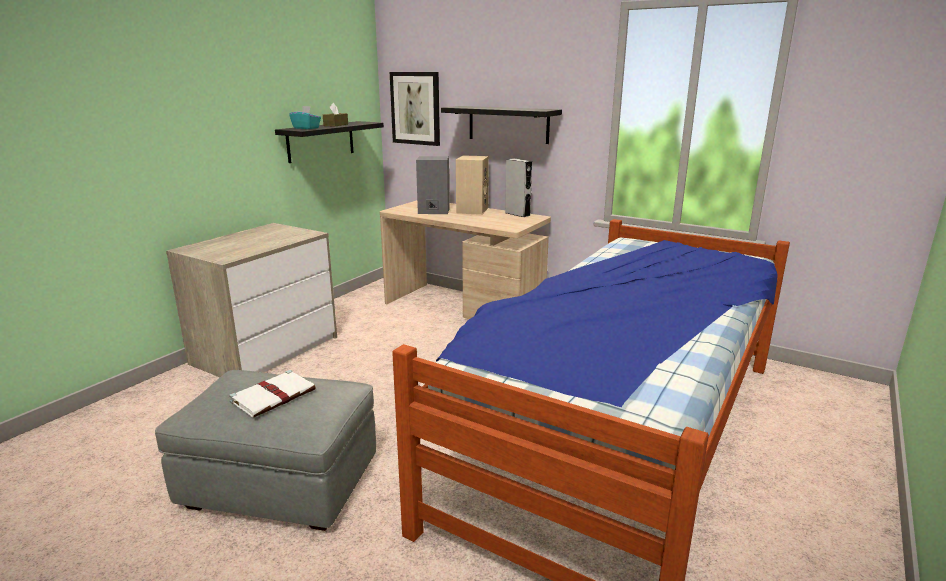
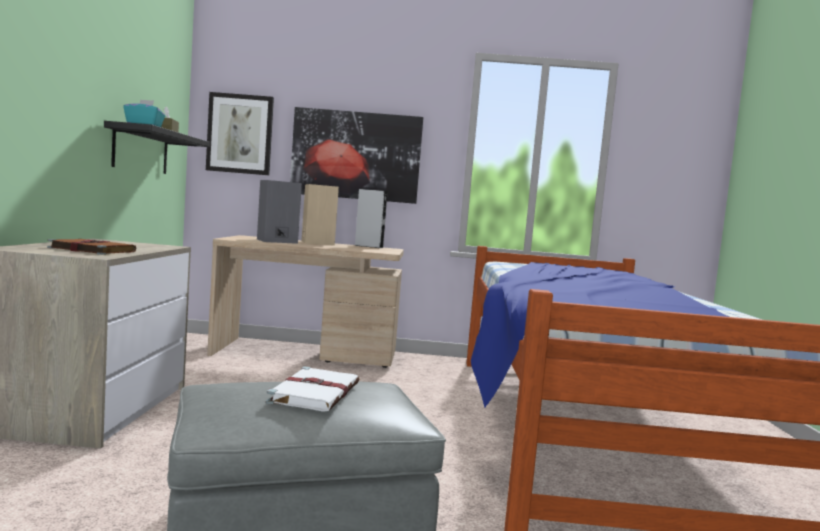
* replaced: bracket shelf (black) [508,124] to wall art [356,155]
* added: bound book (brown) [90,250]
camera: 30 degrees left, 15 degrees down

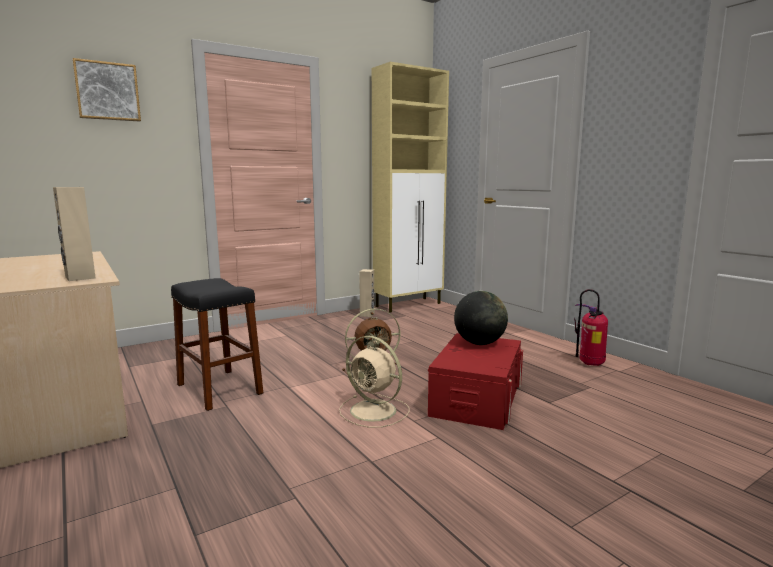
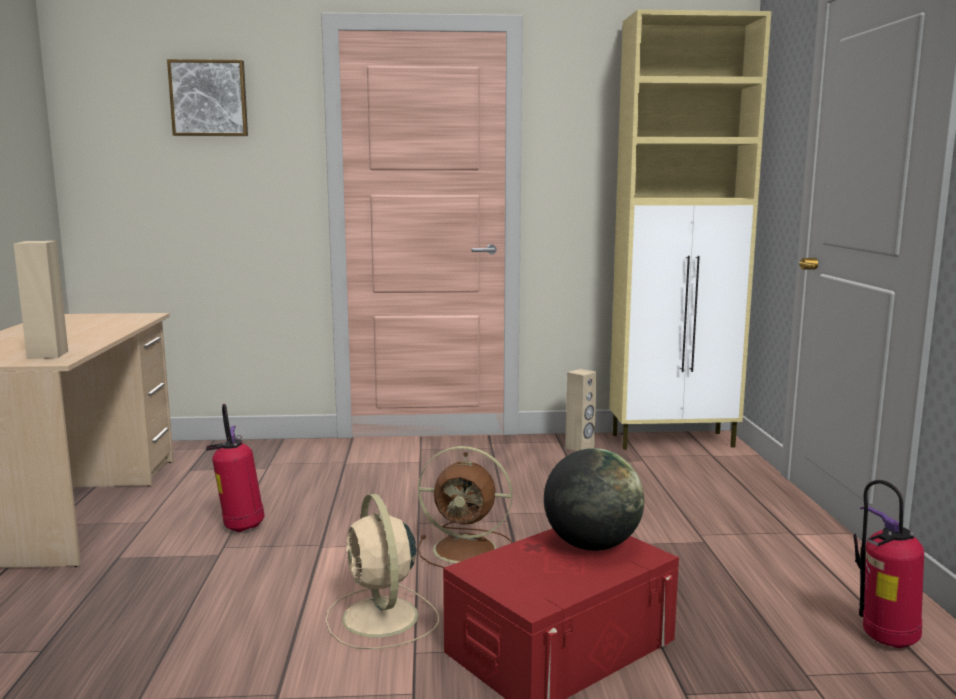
* replaced: stool (black) [219,389] to fire extinguisher [240,527]
camera: 30 degrees right, 0 degrees up

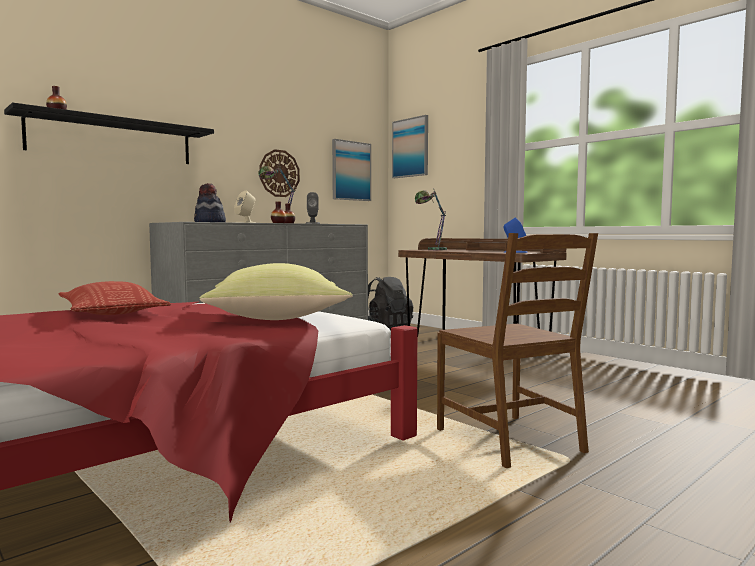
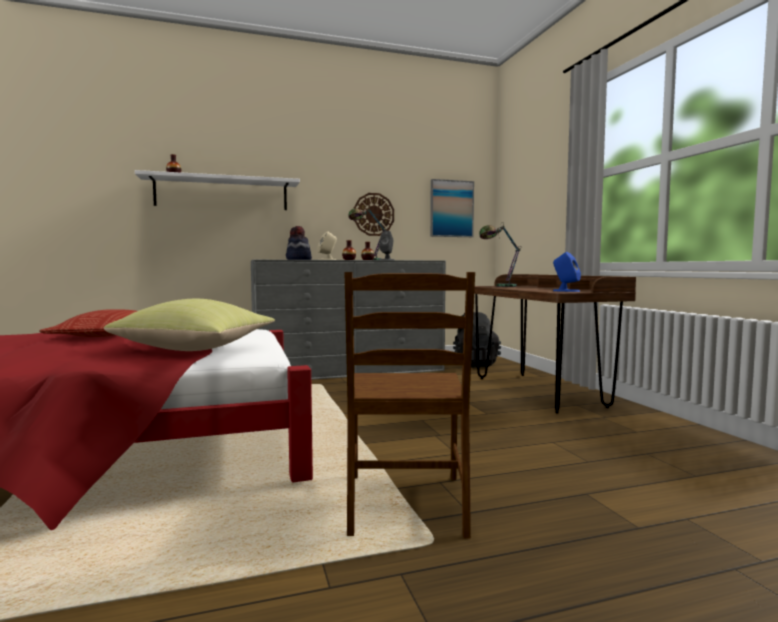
* recoloured: bracket shelf (black) [112,140] to bracket shelf (whitish) [222,194]
* removed: wall art [410,147]
camera: 25 degrees right, 0 degrees up

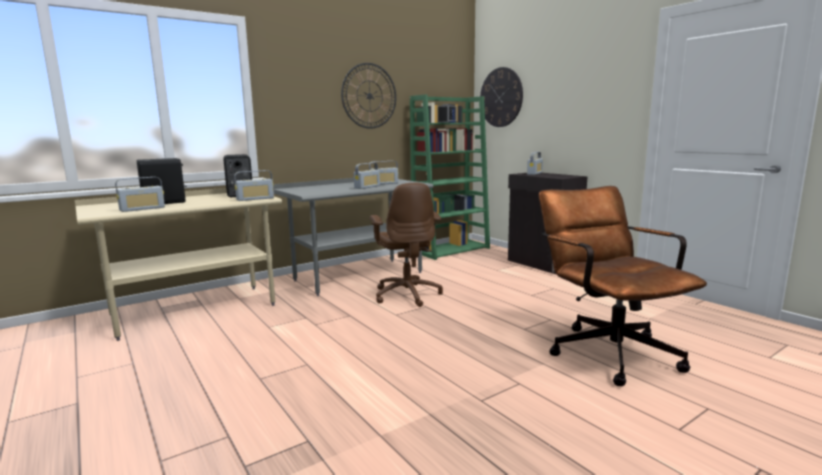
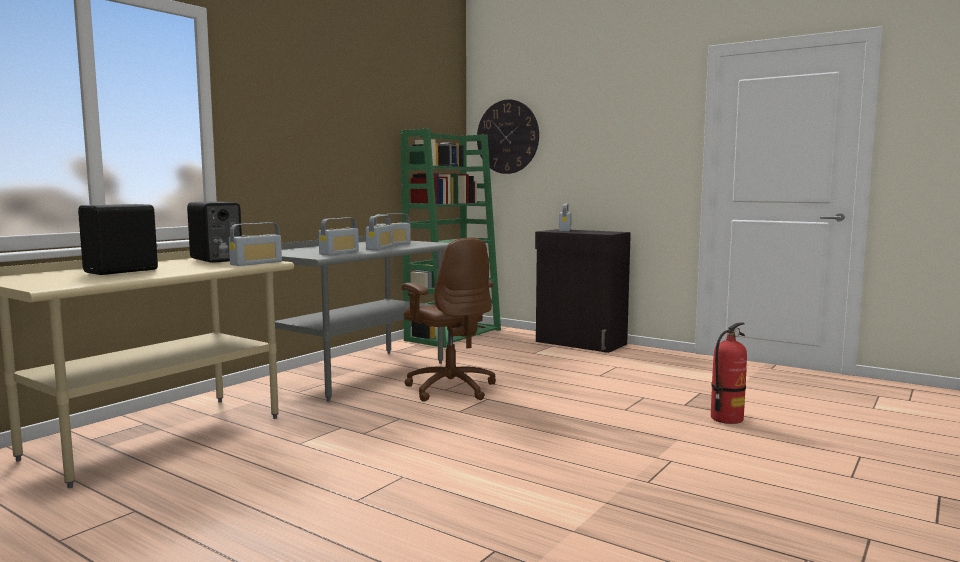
* moved: radio [142,209] to [339,253]
* removed: wall clock [369,96]
* replaced: desk chair (brown) [606,349] to fire extinguisher [726,419]
camera: 20 degrees left, 5 degrees down

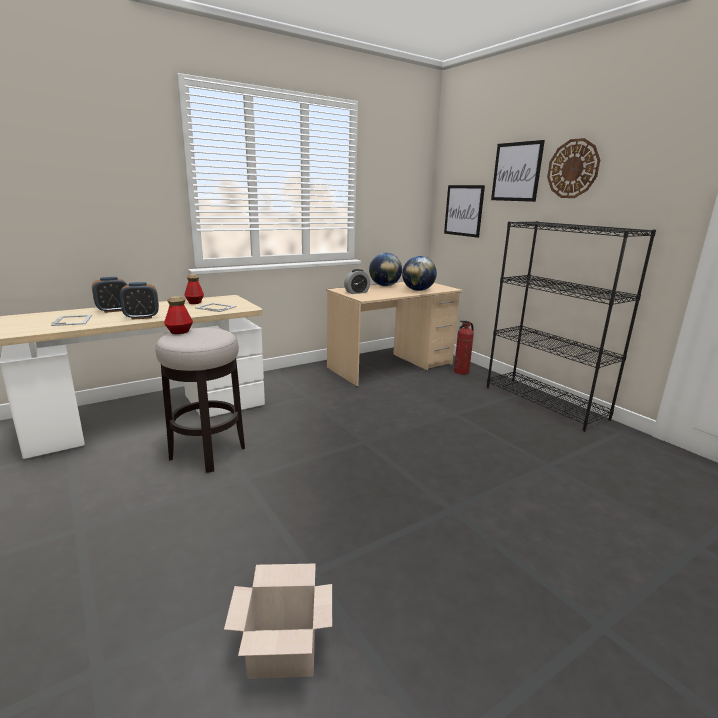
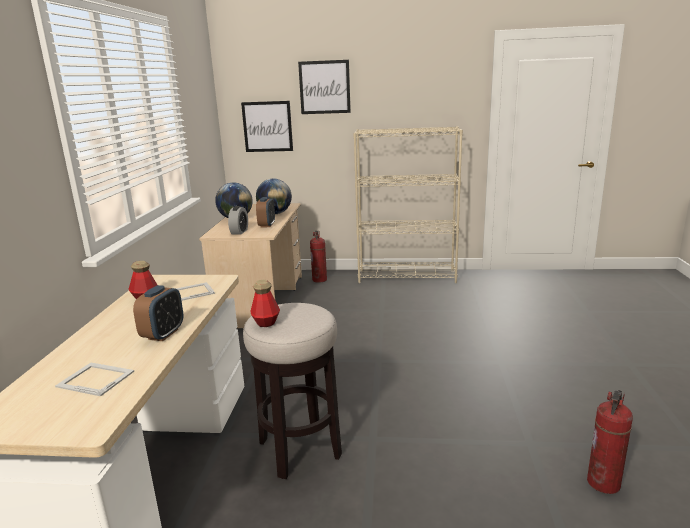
* moved: alarm clock [113,310] to [267,225]
* replaced: packing box [281,653] to fire extinguisher [604,483]
* recoloured: bookcase (black) [545,403] to bookcase (sand-coloured) [407,276]
* removed: wall clock [573,169]
camera: 50 degrees left, 0 degrees up

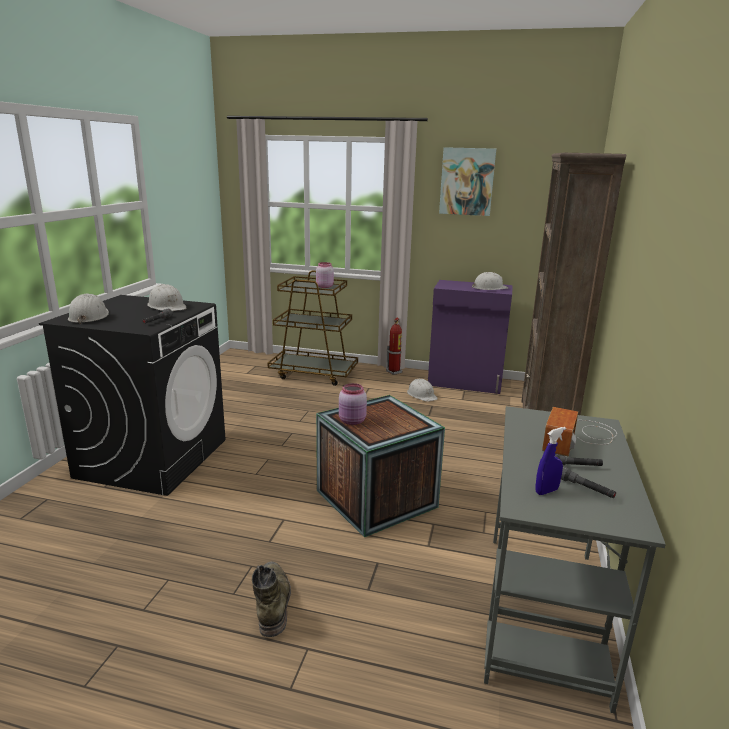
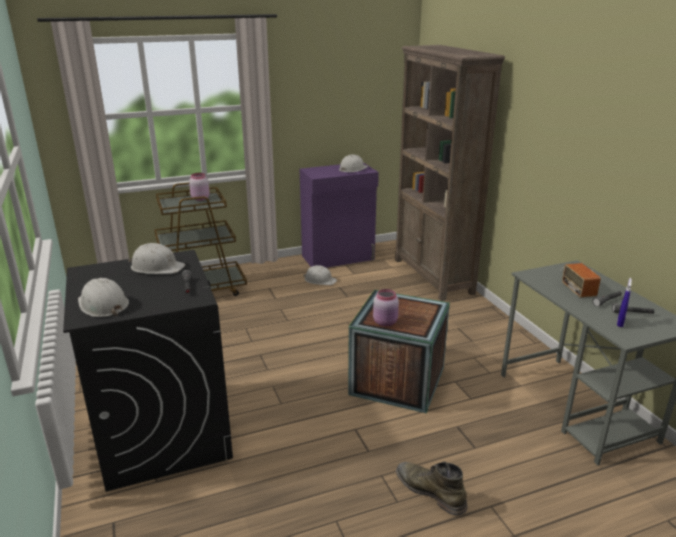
* removed: fire extinguisher [394,372]
* removed: wall art [467,181]
camera: 35 degrees left, 5 degrees up

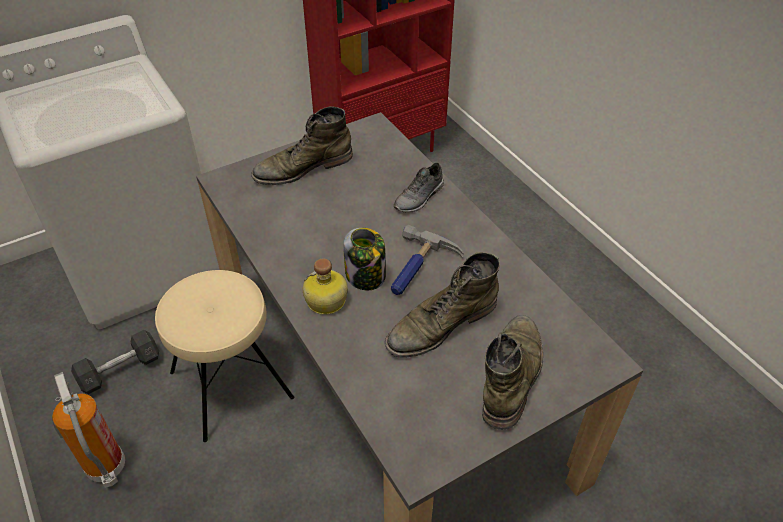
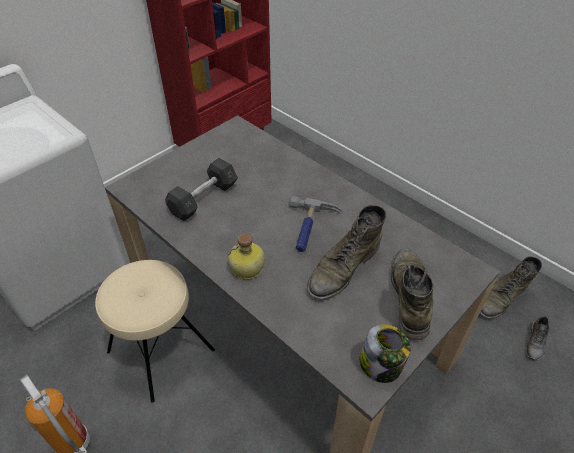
* moved: hand weight (grey) [120,370] to [203,199]
* moved: boot (greenish) [303,168] to [501,298]
* moved: preserve jar [366,276] to [381,365]
* moved: shoe (grey) [420,198] to [535,343]
camera: 15 degrees left, 0 degrees up

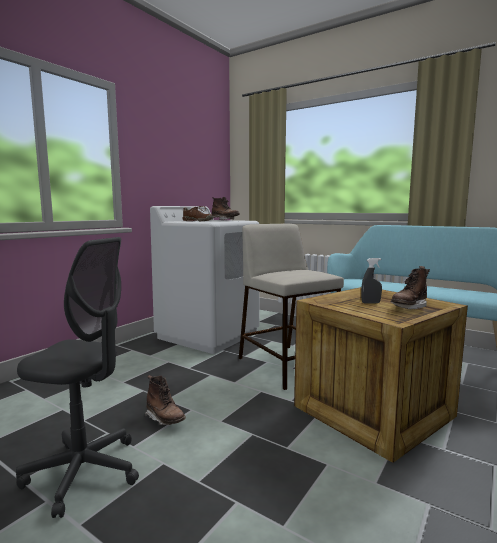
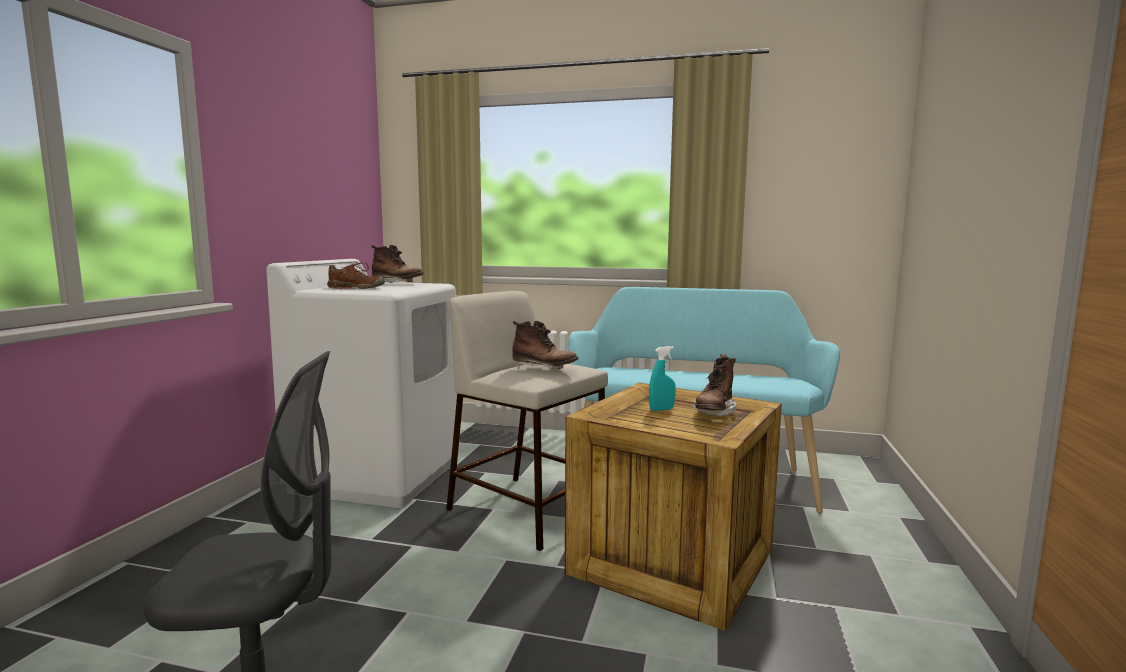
* moved: boot (brown) [165,419] to [544,369]
* recoloured: hand sprayer (grey) [370,303] to hand sprayer (blue-green) [661,409]
camera: 20 degrees left, 0 degrees up

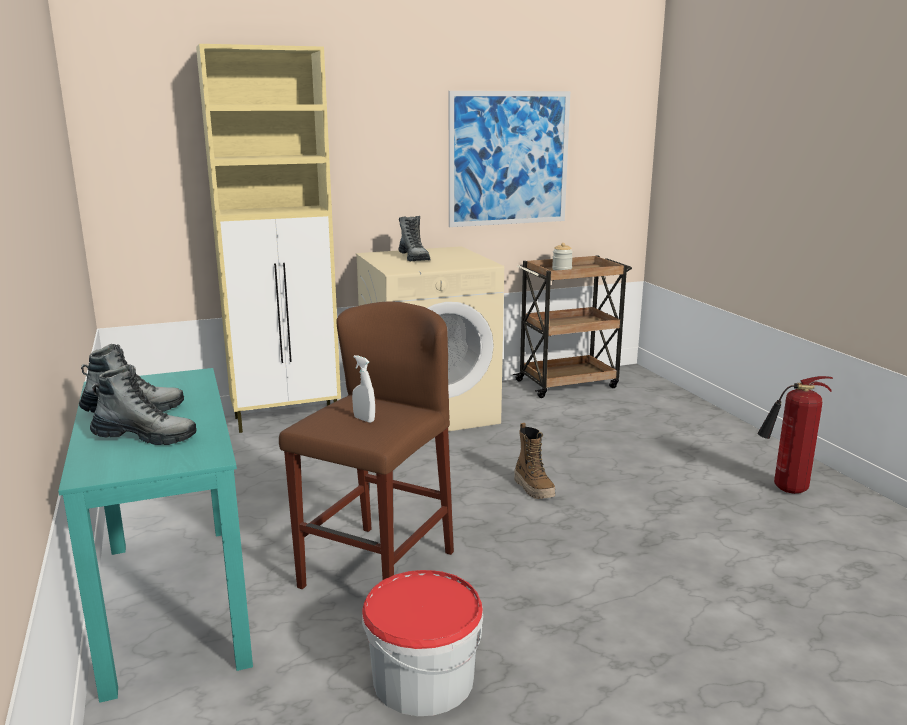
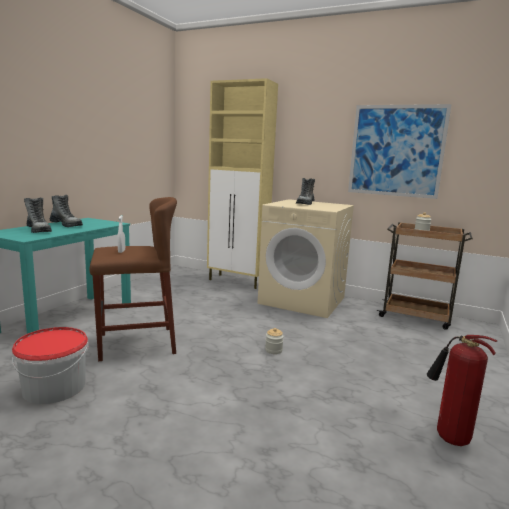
* replaced: boot [534,489] to preserve jar [273,350]
camera: 45 degrees right, 5 degrees down

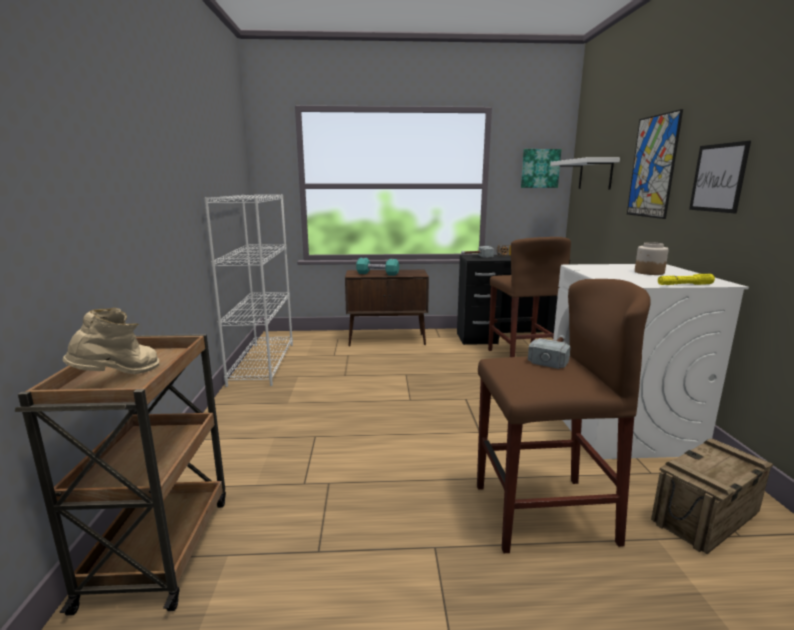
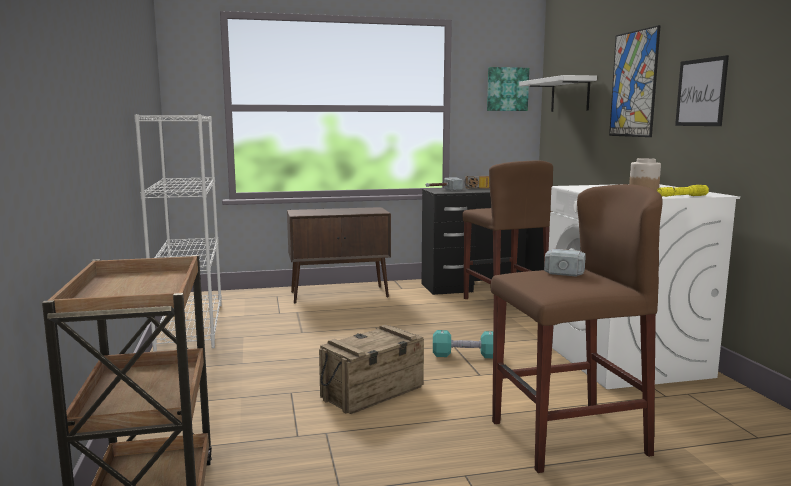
* removed: boot (sand-coloured) [120,378]
* moved: hand weight (blue-green) [377,274] to [465,355]
* moved: crate [706,518] to [373,393]
camera: 10 degrees left, 5 degrees down

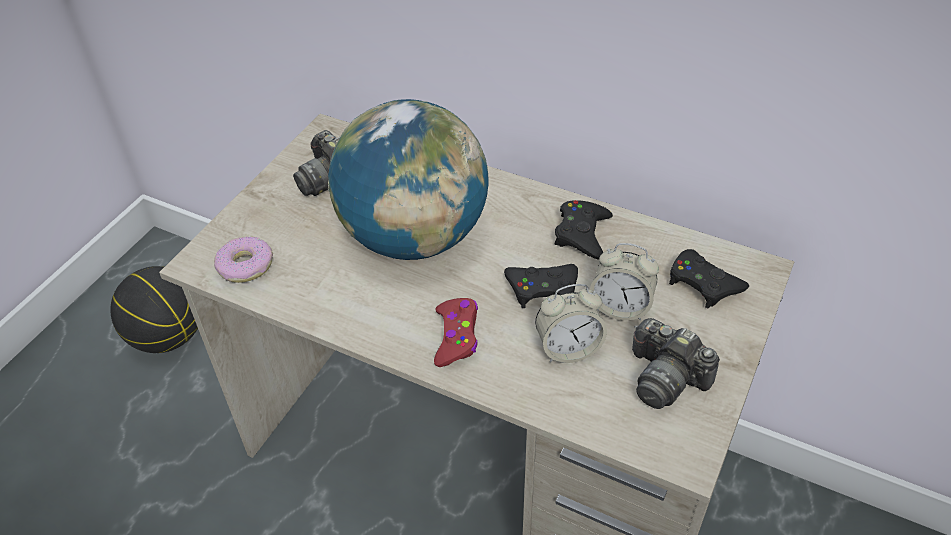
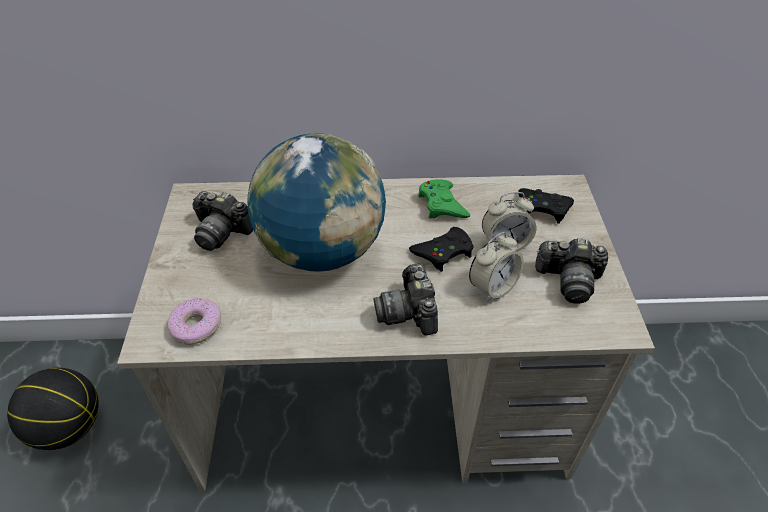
* replaced: gamepad (red) [456,337] to photo camera [409,311]
* recoloured: gamepad (black) [582,234] to gamepad (greenish) [442,204]
camera: 30 degrees left, 0 degrees up

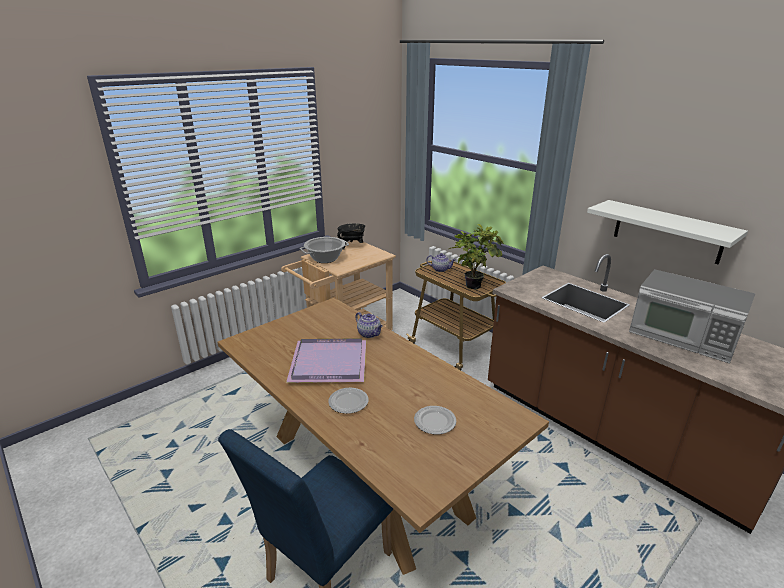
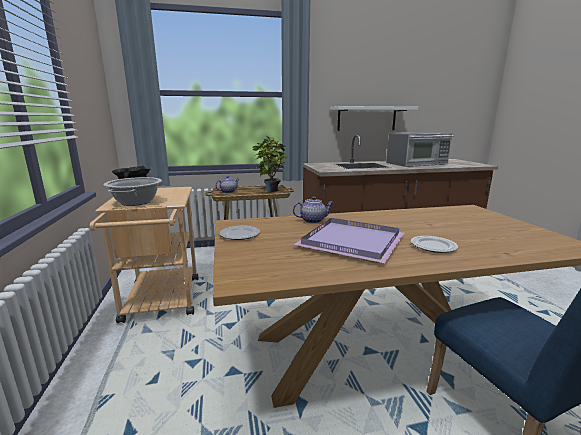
* moved: plate [435,421] to [240,234]
camera: 60 degrees left, 10 degrees down

